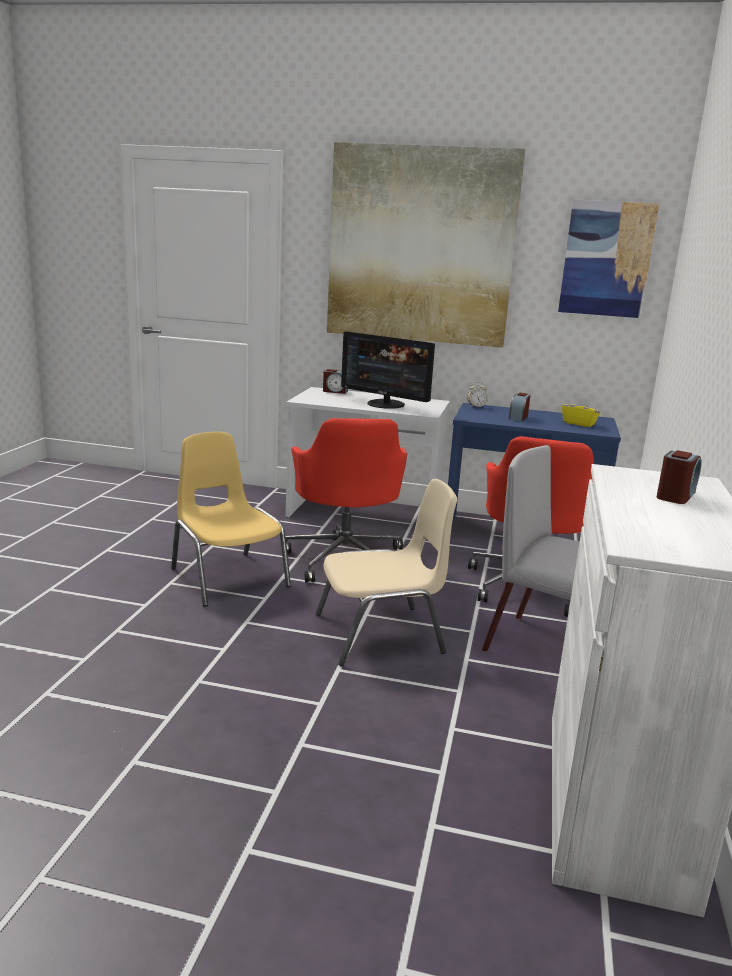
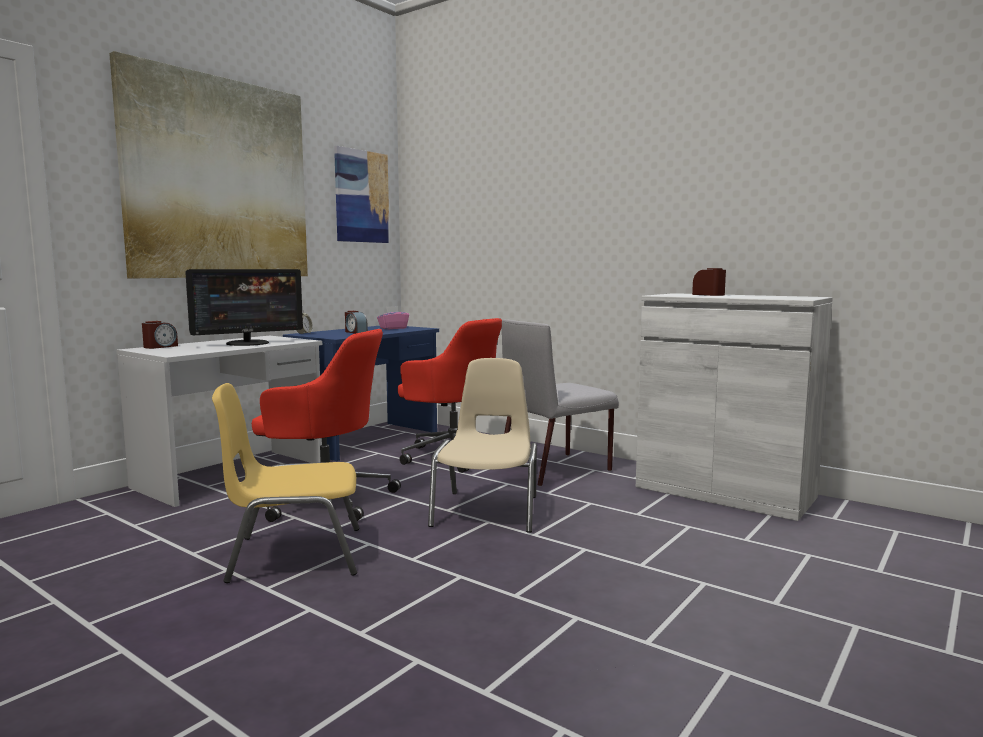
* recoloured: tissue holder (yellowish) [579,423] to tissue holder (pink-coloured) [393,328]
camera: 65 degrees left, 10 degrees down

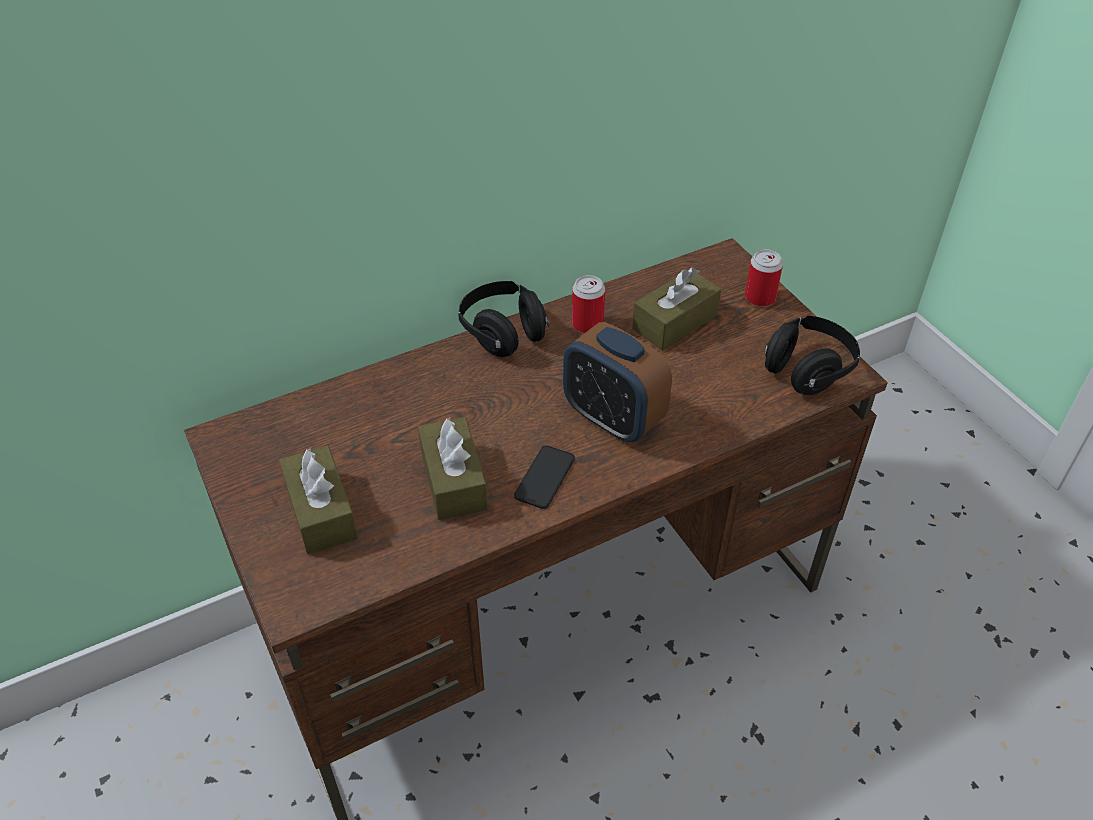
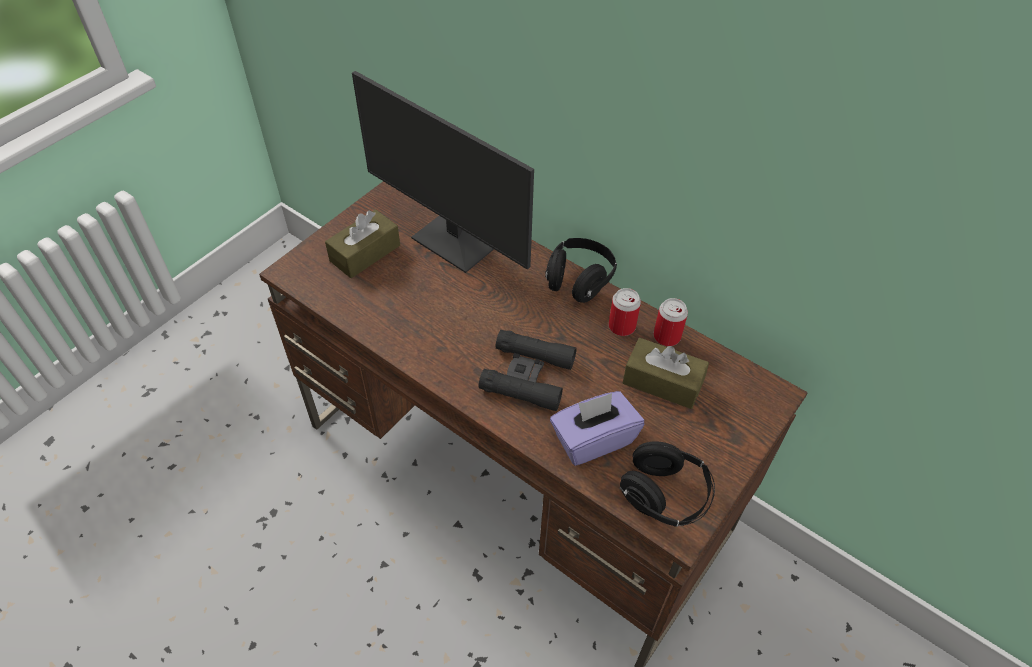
* removed: tissue holder (brown) [453,480]
* removed: telephone [544,477]
* replaced: alarm clock [613,418] to pair of binoculars (black) [527,375]
* moved: metal can [760,298] to [667,336]
* added: computer screen [456,241]
* added: tissue holder (purplish) [593,439]
camera: 65 degrees right, 5 degrees up

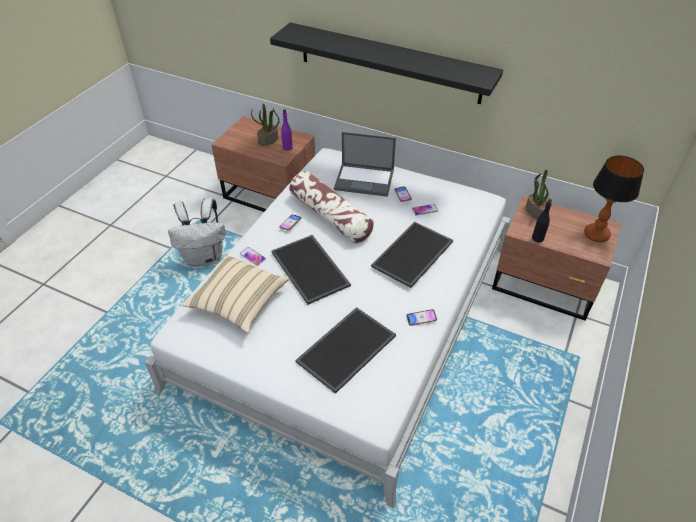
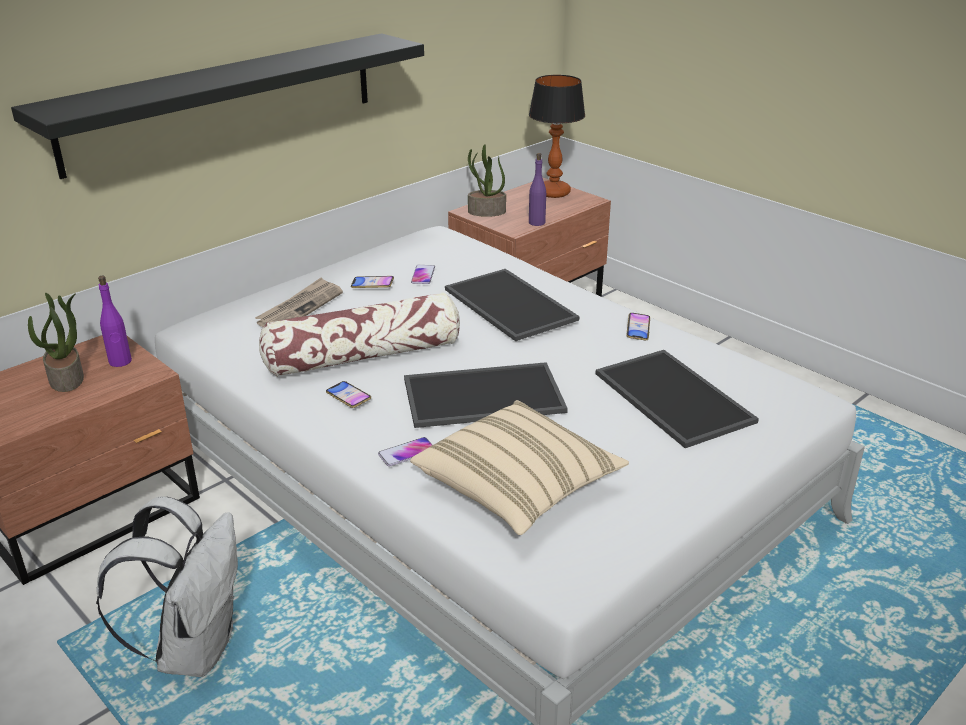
* replaced: laptop [365,180] to newspaper [300,307]
* recoloured: beverage bottle (black) [537,238] to beverage bottle (purplish) [536,222]
camera: 70 degrees left, 15 degrees down

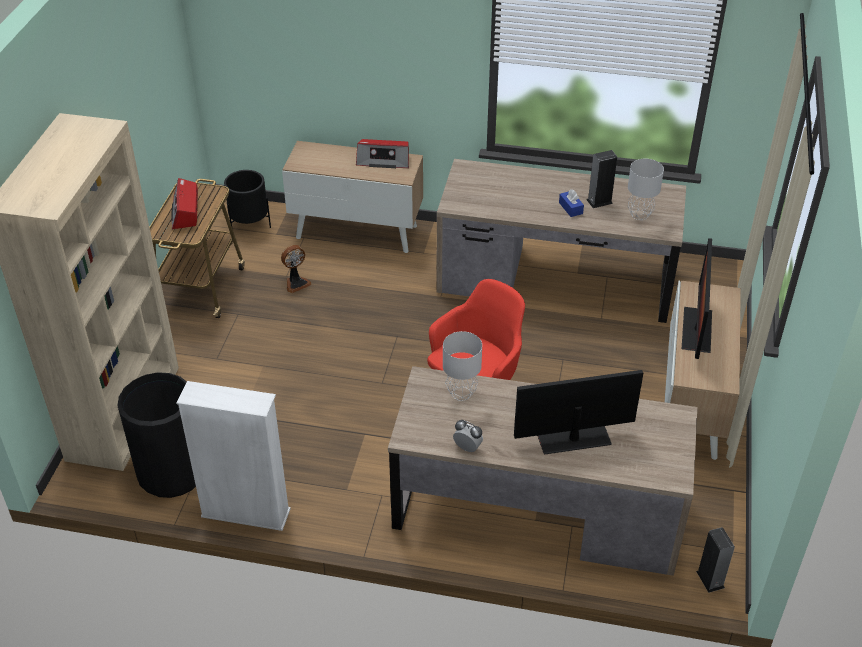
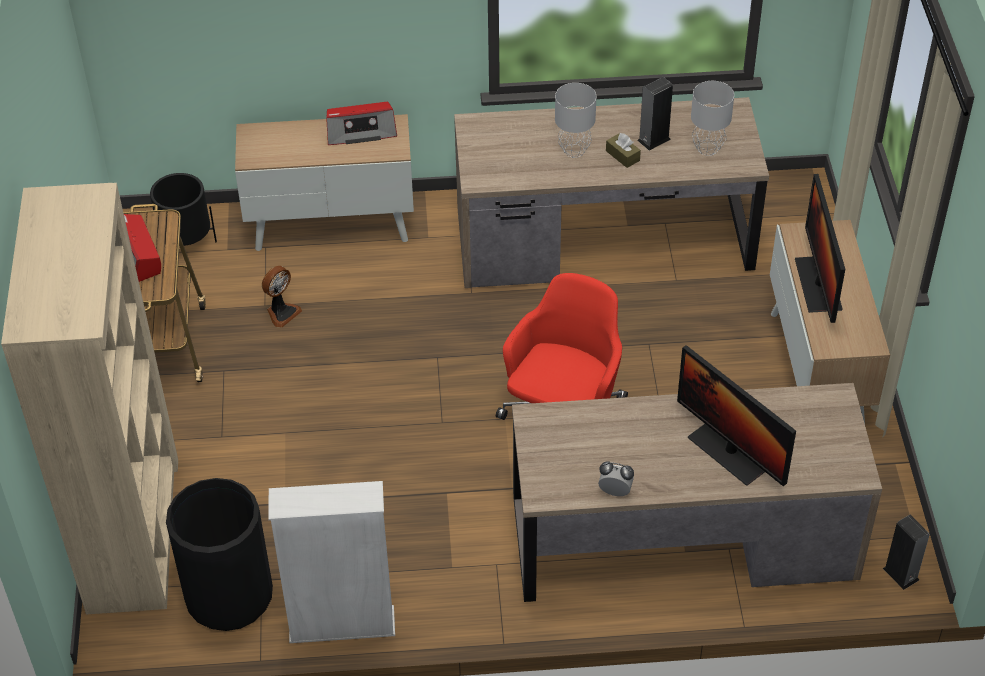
* moved: tabletop lamp (grey) [462,394] to [575,151]
* turned: computer screen [573,438] = [729,451] 105 degrees counterclockwise
* recoloured: tissue holder (bluish) [570,208] to tissue holder (brown) [622,155]
camera: 15 degrees left, 5 degrees up

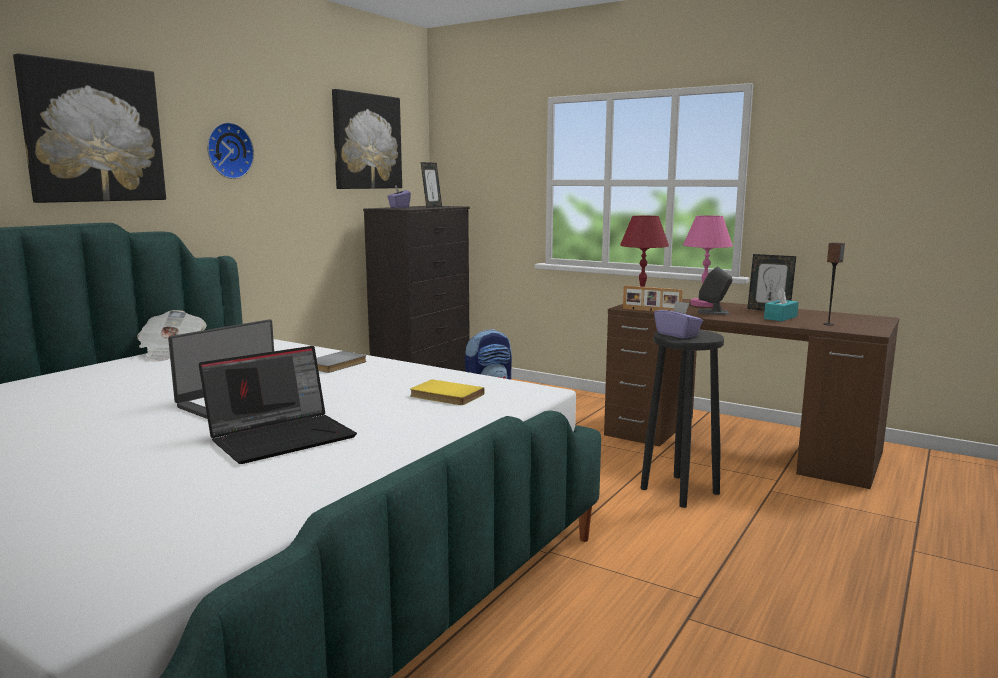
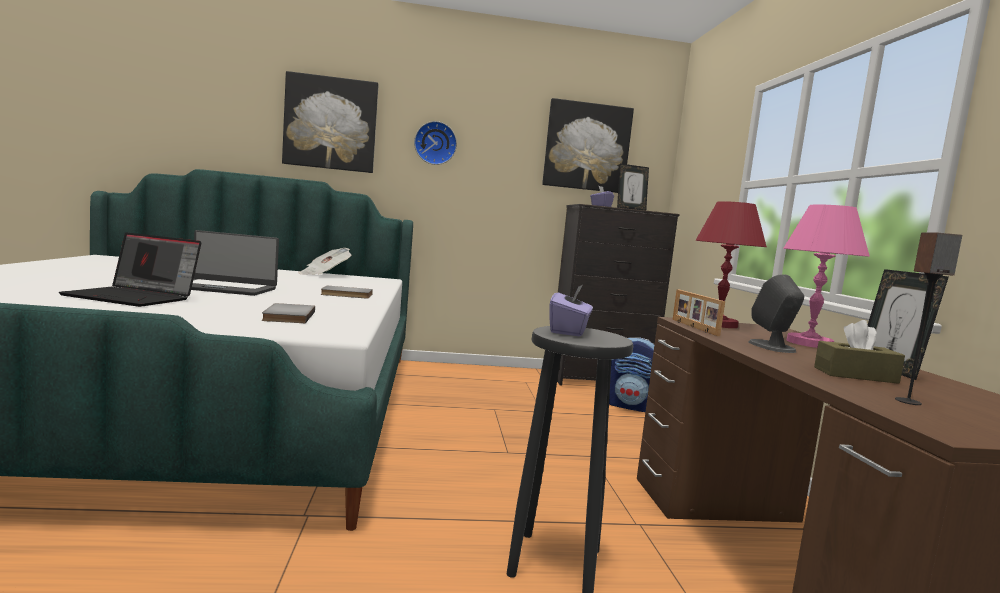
* recoloured: bound book (yellowish) [445,396] to bound book (grey) [287,316]
* recoloured: tissue holder (blue-green) [780,317] to tissue holder (brown) [855,375]
camera: 50 degrees right, 5 degrees down

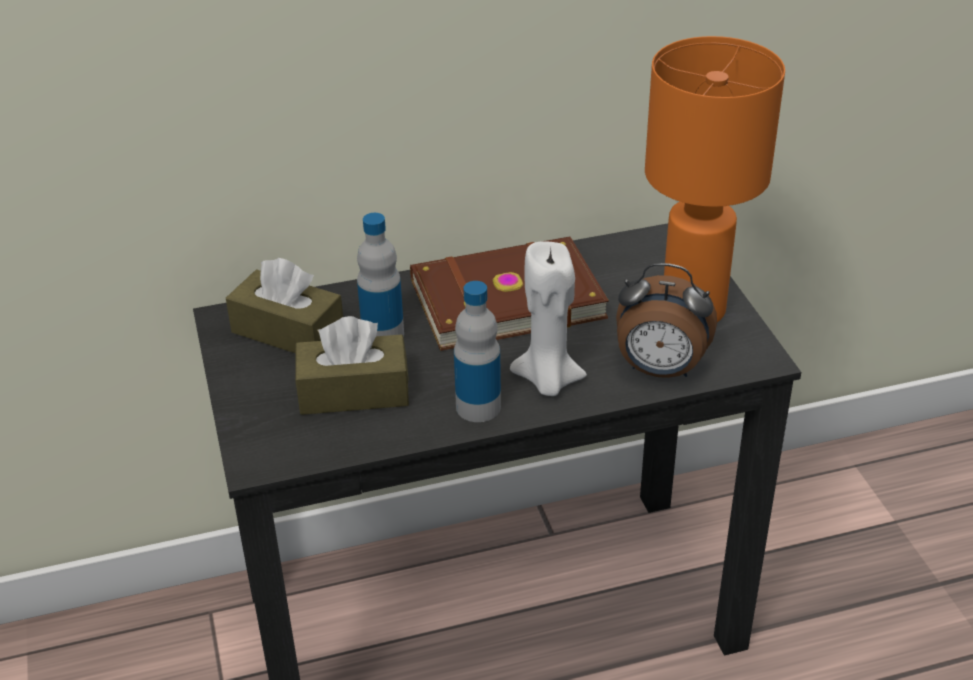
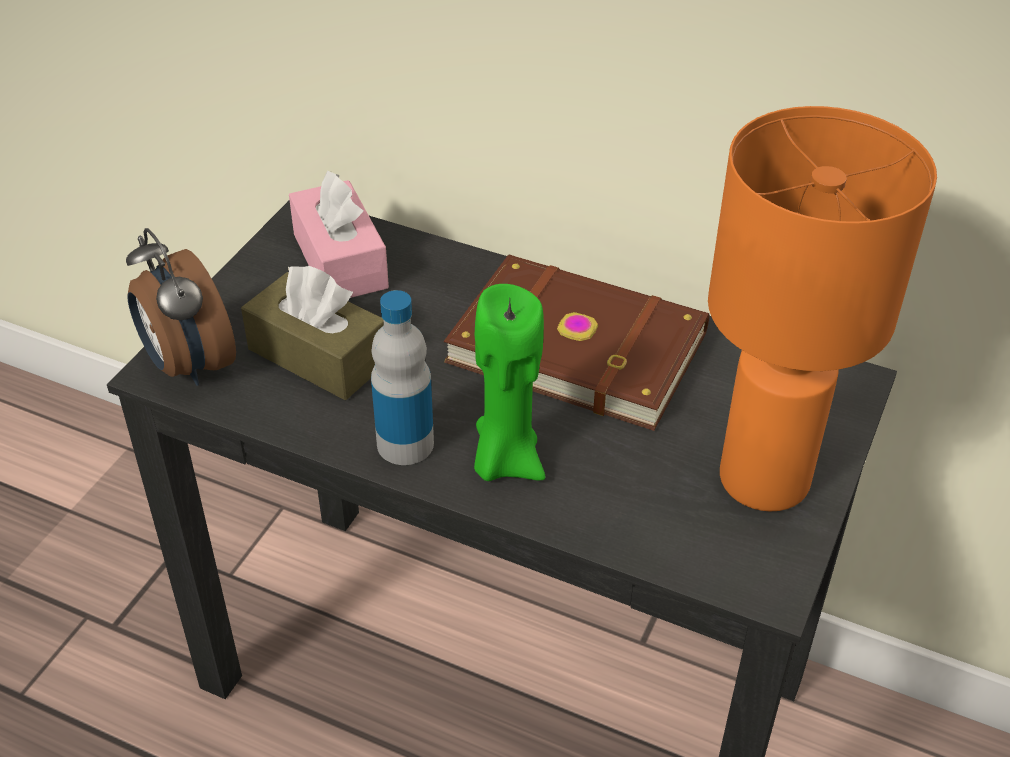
* recoloured: tissue holder (brown) [288,331] to tissue holder (pink-coloured) [340,261]
* removed: beverage bottle [383,334]
* recoloured: candle (whitish) [548,381] to candle (greenish) [505,460]
* moved: alarm clock [660,370] to [187,364]
camera: 40 degrees right, 5 degrees up

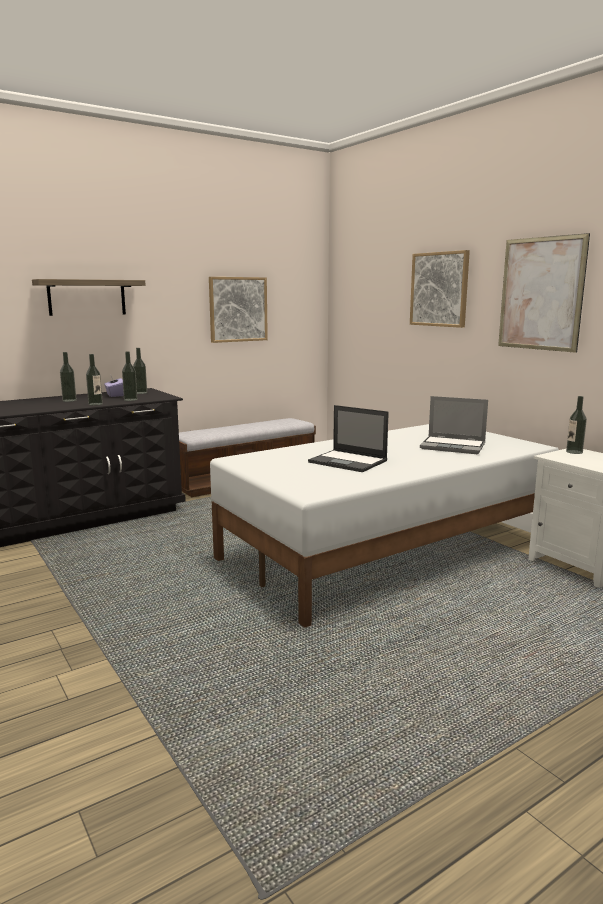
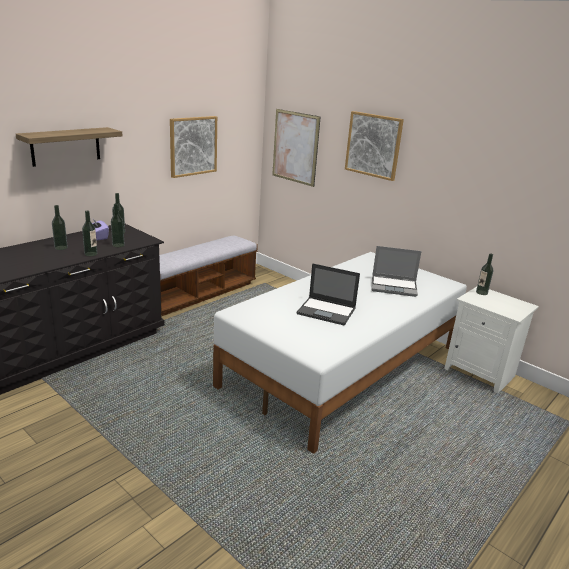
* moved: wall art [541,294] to [295,147]
camera: 15 degrees left, 10 degrees up

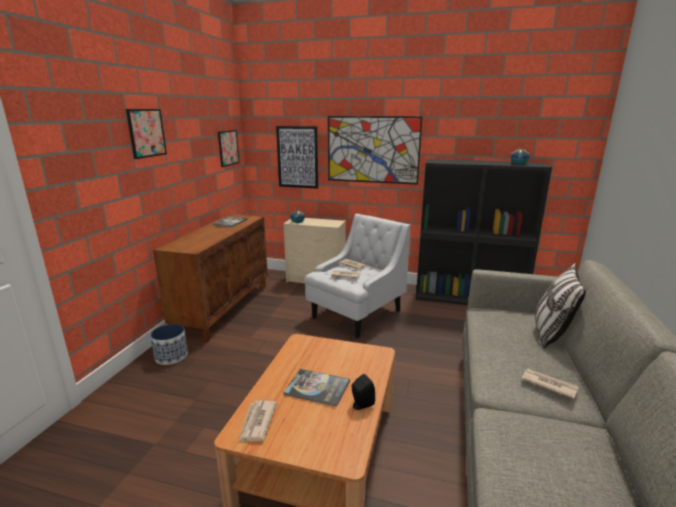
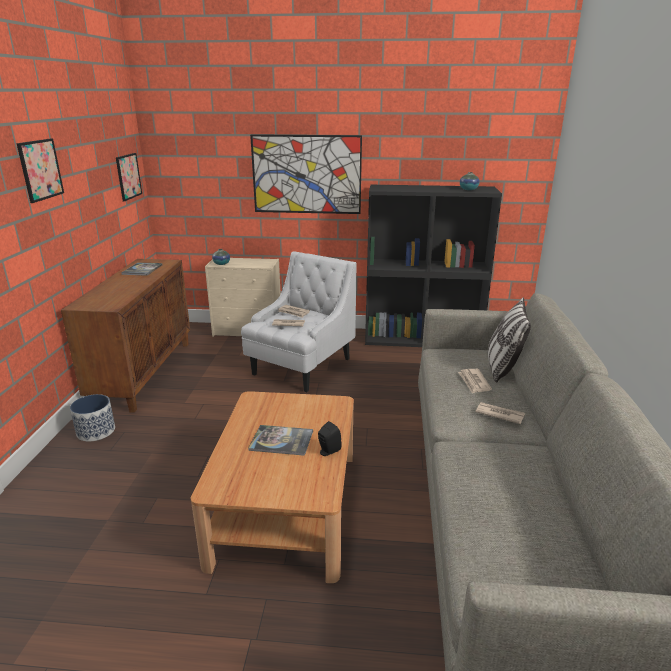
* moved: newspaper [257,422] to [474,382]
* removed: wall art [297,157]
camera: 10 degrees left, 5 degrees up

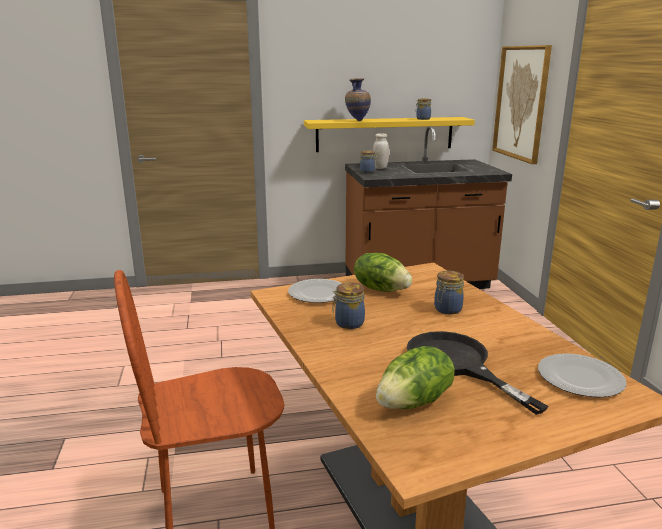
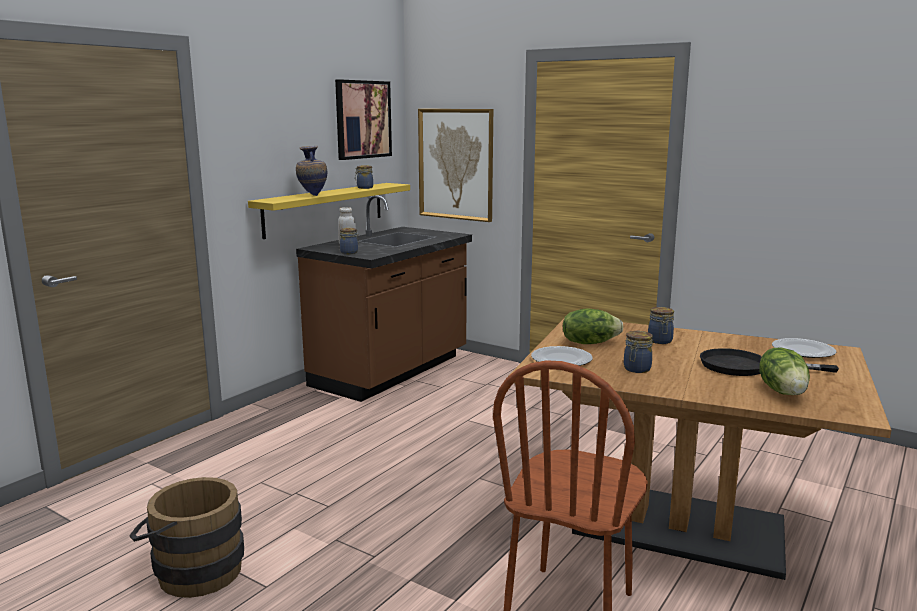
* added: water bucket (brown) [192,571]
* added: wall art [362,119]
camera: 45 degrees left, 5 degrees down

